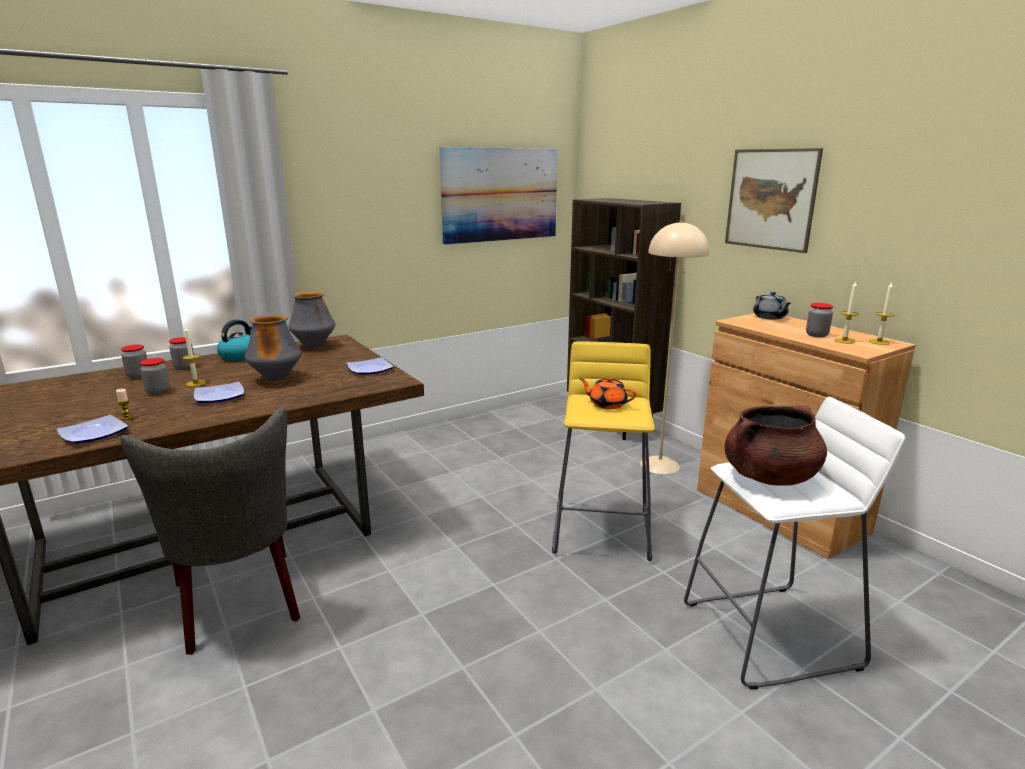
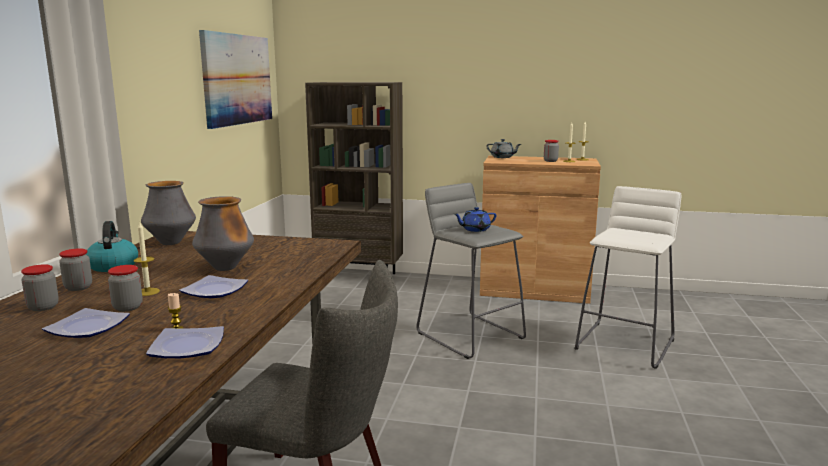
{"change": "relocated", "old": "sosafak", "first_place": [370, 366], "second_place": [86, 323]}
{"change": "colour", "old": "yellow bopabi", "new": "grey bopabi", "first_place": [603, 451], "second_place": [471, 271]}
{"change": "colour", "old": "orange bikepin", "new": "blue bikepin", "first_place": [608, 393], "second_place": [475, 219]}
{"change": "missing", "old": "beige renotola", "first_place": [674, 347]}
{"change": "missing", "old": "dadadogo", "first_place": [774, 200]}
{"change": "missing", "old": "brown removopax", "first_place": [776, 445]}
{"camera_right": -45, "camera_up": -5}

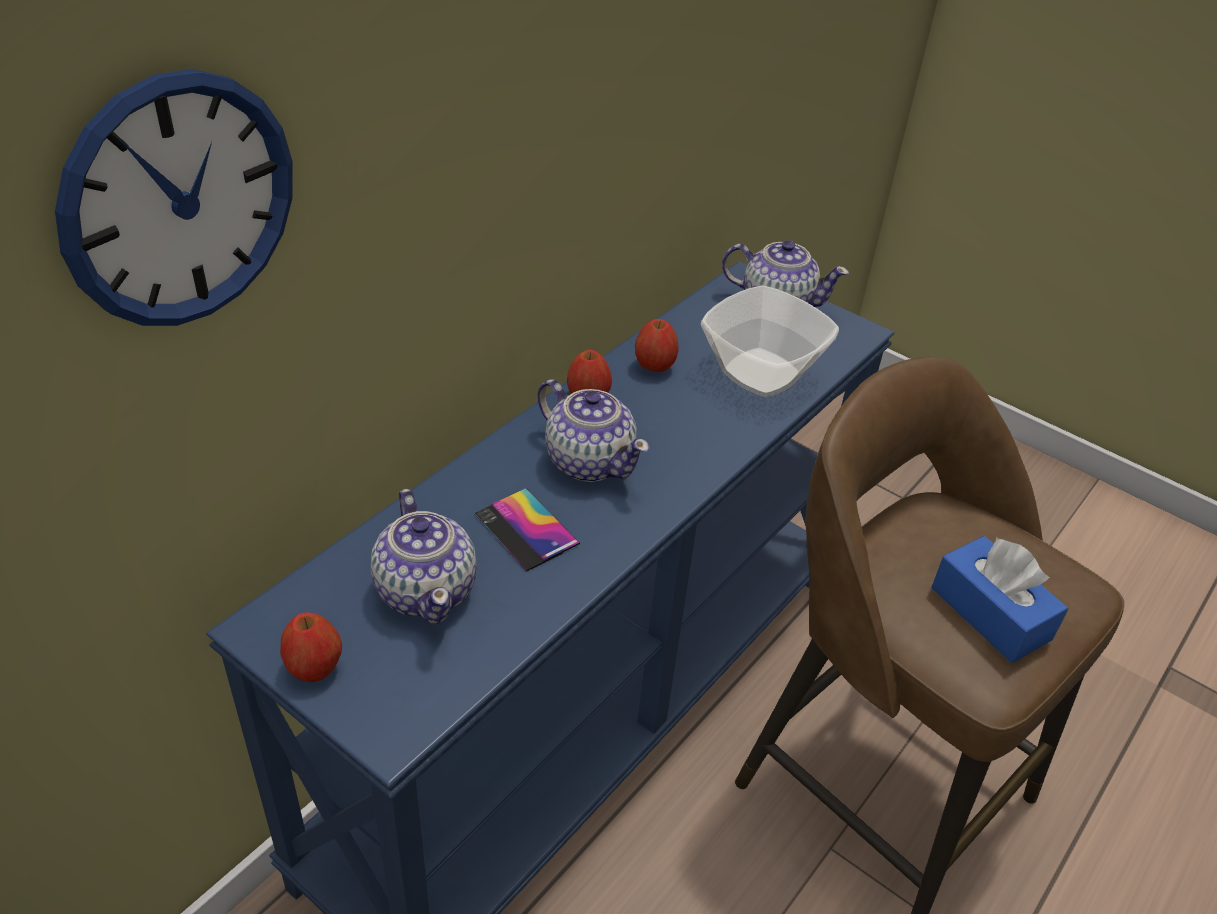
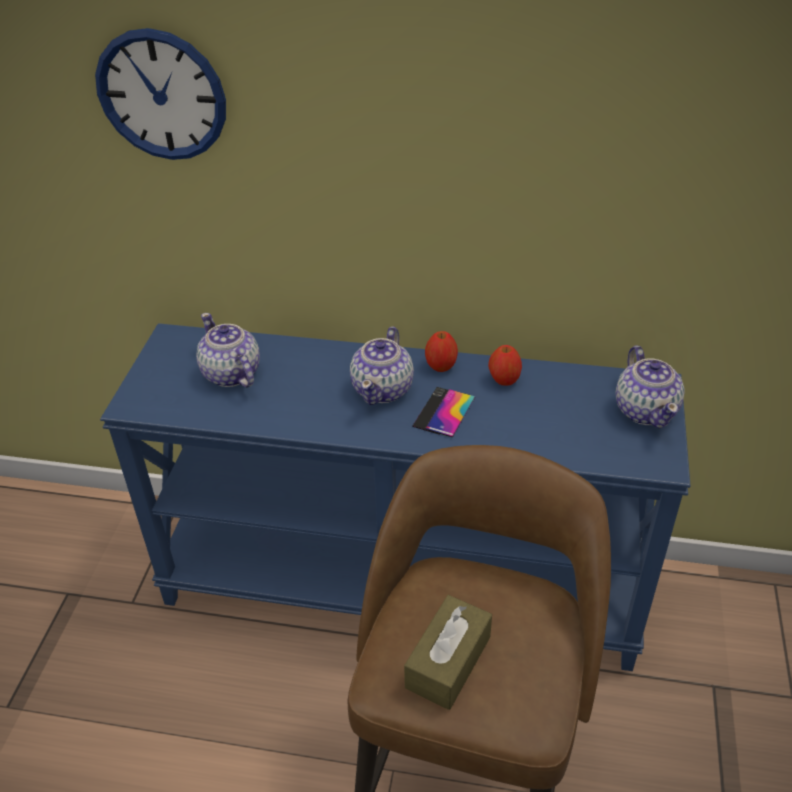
{"change": "spun", "old": "bikepin", "first_place": [424, 556], "second_place": [228, 350], "degrees": 105}
{"change": "colour", "old": "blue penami", "new": "brown penami", "first_place": [1000, 599], "second_place": [448, 652]}
{"change": "relocated", "old": "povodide", "first_place": [527, 530], "second_place": [443, 412]}
{"change": "missing", "old": "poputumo", "first_place": [311, 647]}
{"change": "missing", "old": "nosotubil", "first_place": [770, 341]}
{"camera_right": 65, "camera_up": 0}

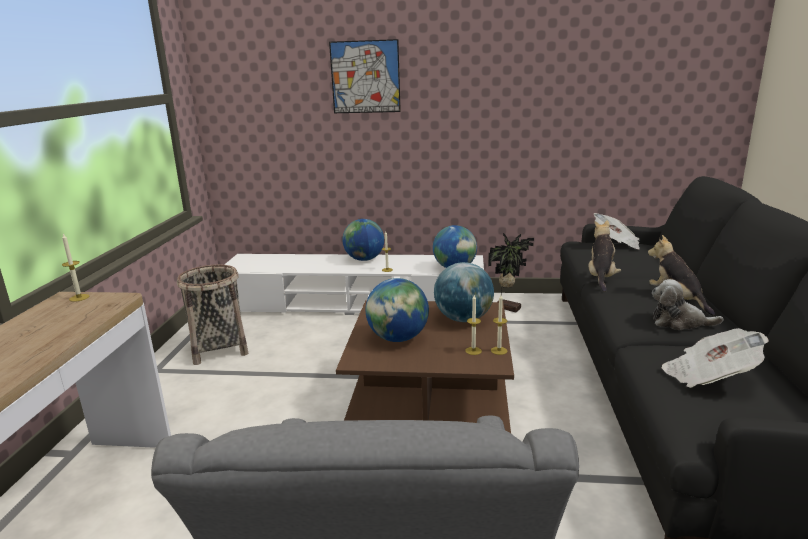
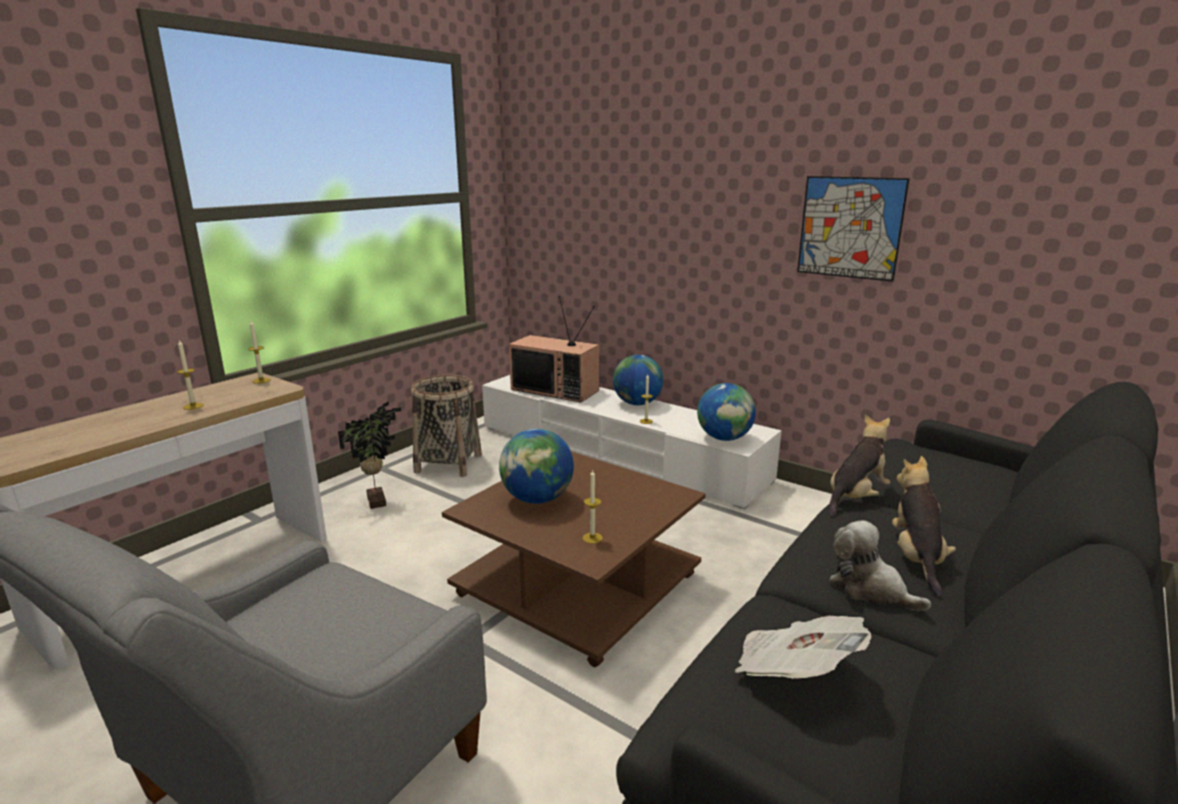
{"change": "relocated", "old": "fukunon", "first_place": [499, 325], "second_place": [190, 375]}
{"change": "relocated", "old": "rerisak", "first_place": [511, 272], "second_place": [369, 455]}
{"change": "appeared", "new": "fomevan", "second_place": [554, 349]}
{"change": "relocated", "old": "dadadogo", "first_place": [365, 76], "second_place": [853, 229]}
{"change": "missing", "old": "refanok", "first_place": [464, 292]}
{"change": "missing", "old": "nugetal", "first_place": [617, 231]}
{"camera_right": 30, "camera_up": 0}

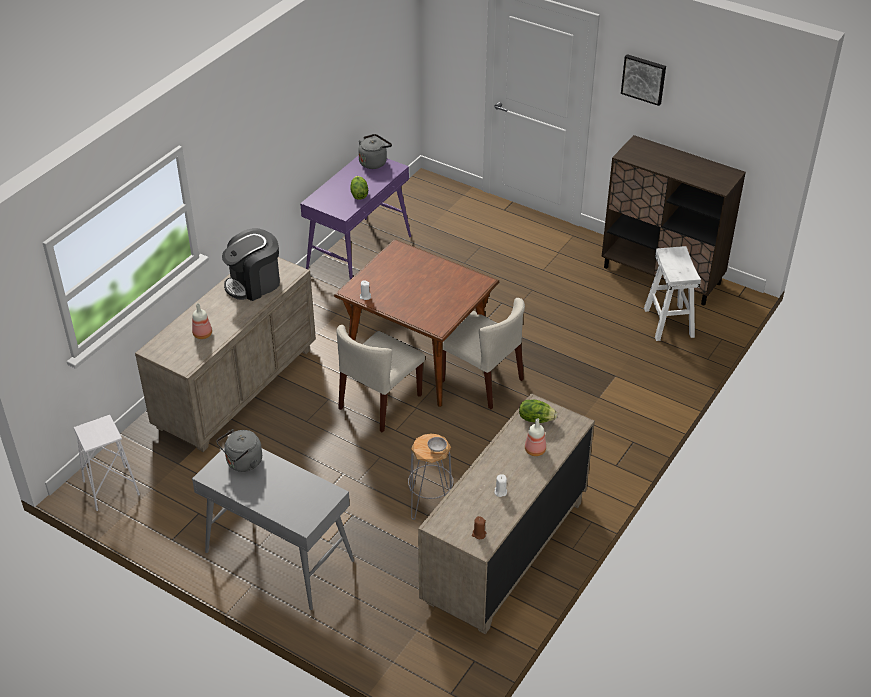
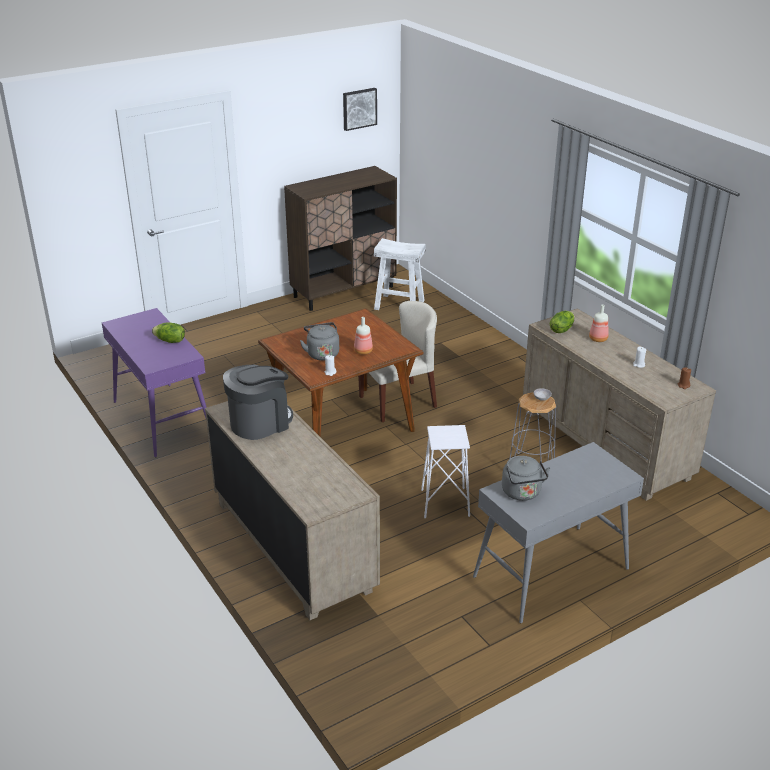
{"change": "spun", "old": "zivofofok", "first_place": [251, 264], "second_place": [258, 402], "degrees": -120}
{"change": "relocated", "old": "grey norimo", "first_place": [375, 151], "second_place": [319, 341]}
{"change": "relocated", "old": "dadadogo", "first_place": [643, 80], "second_place": [360, 109]}
{"change": "relocated", "old": "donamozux", "first_place": [202, 321], "second_place": [363, 336]}
{"change": "relocated", "old": "white bopabi", "first_place": [107, 463], "second_place": [445, 471]}
{"change": "missing", "old": "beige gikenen", "first_place": [381, 379]}
{"camera_right": -65, "camera_up": -10}

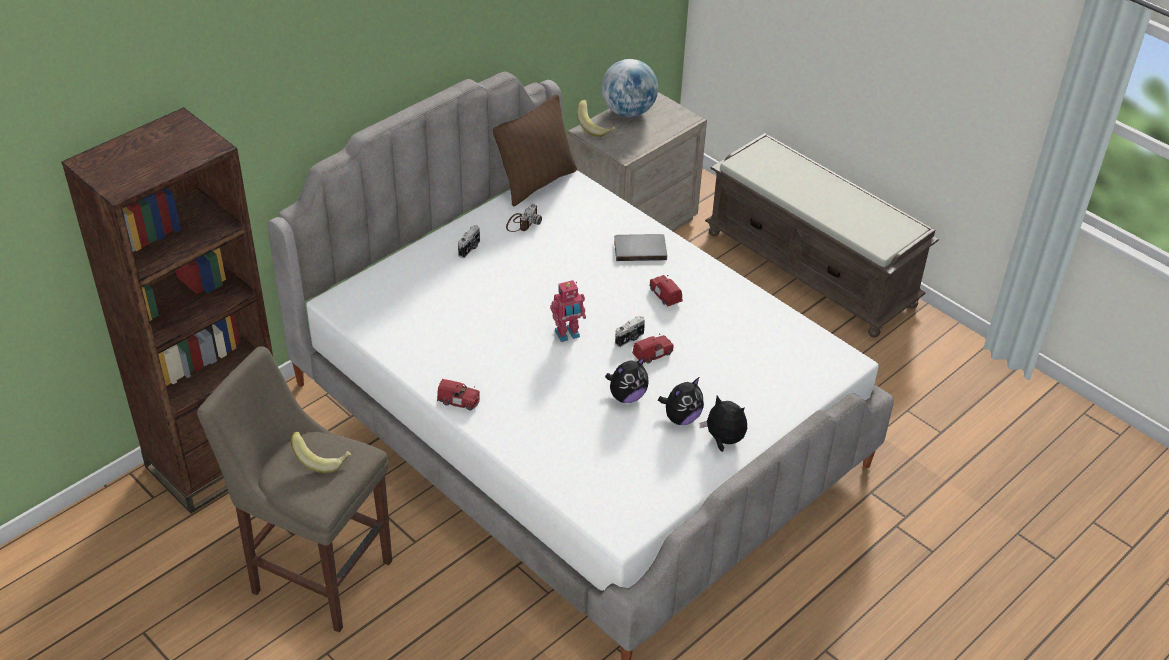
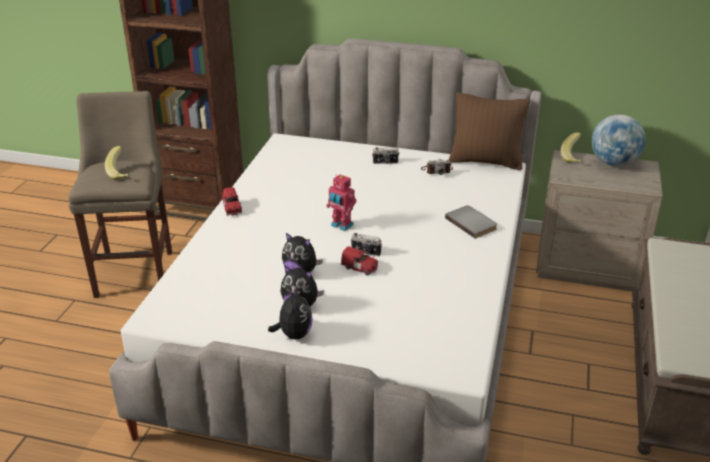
{"change": "missing", "old": "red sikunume", "first_place": [666, 291]}
{"camera_right": 60, "camera_up": -10}

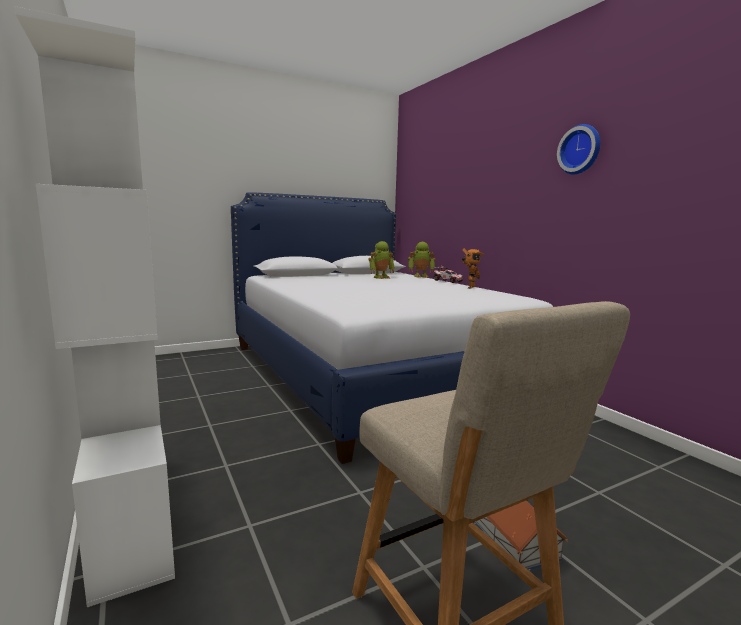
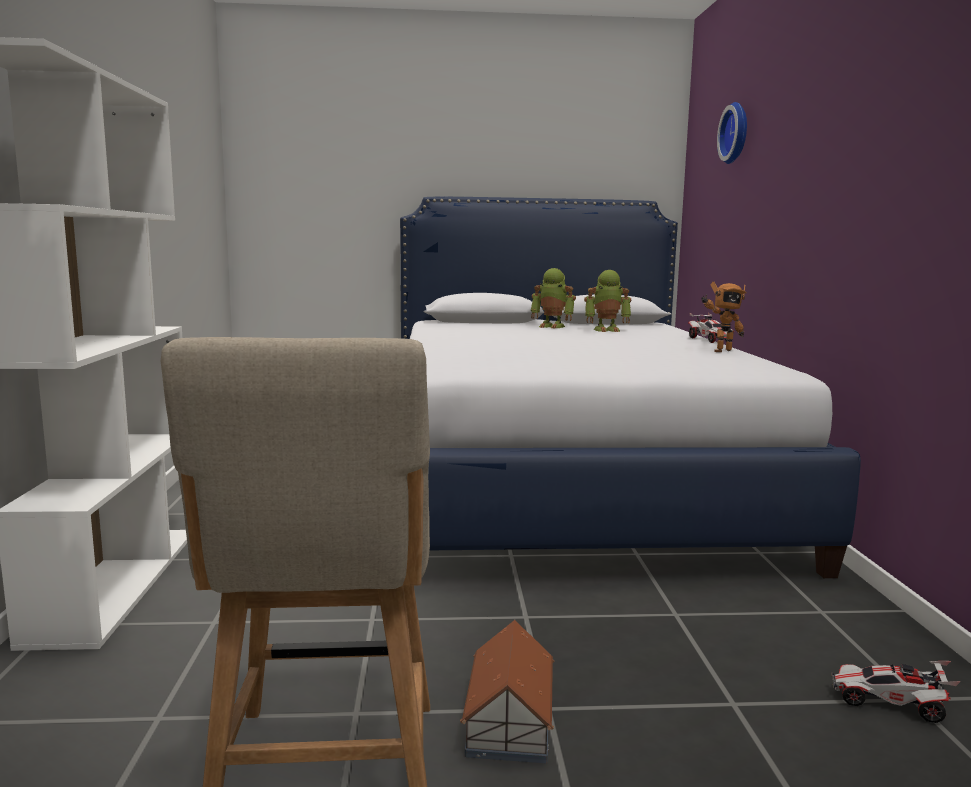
{"change": "relocated", "old": "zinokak", "first_place": [421, 260], "second_place": [553, 298]}
{"change": "relocated", "old": "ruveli", "first_place": [578, 149], "second_place": [732, 133]}
{"change": "appeared", "new": "sikunume", "second_place": [895, 692]}
{"camera_right": 25, "camera_up": 0}

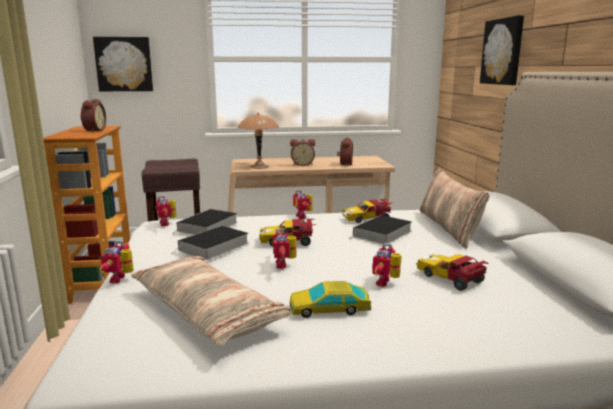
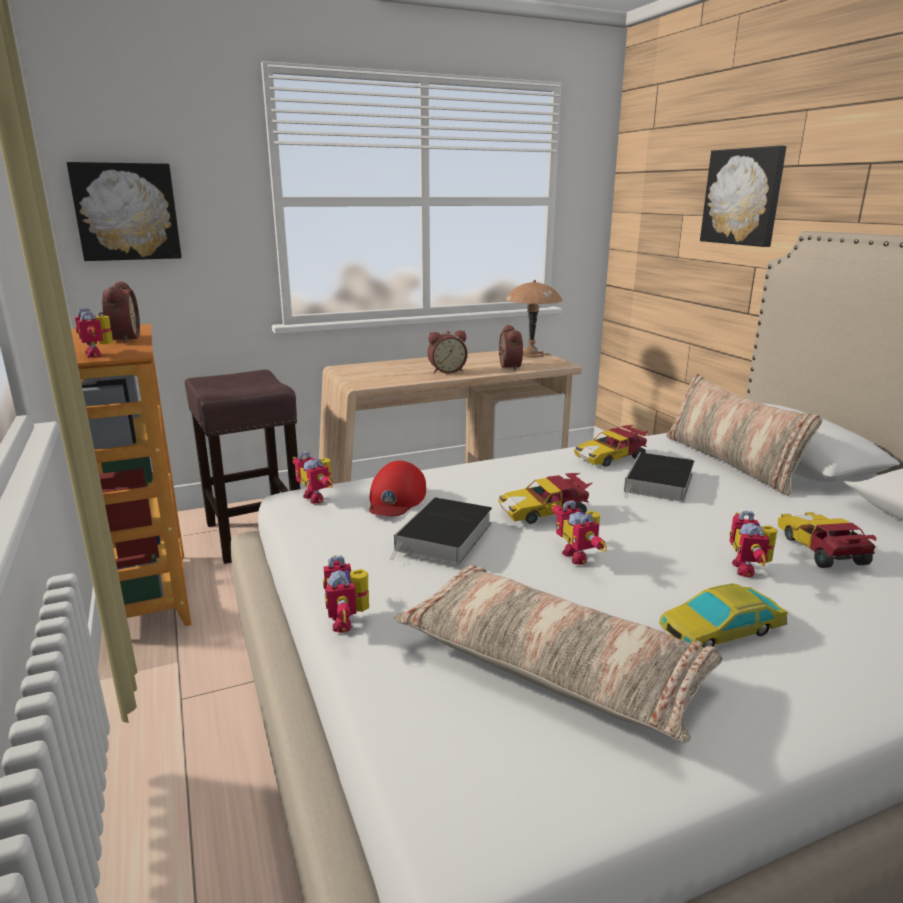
{"change": "relocated", "old": "zinokak", "first_place": [302, 204], "second_place": [94, 333]}
{"change": "exchanged", "old": "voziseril", "new": "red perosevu", "first_place": [206, 222], "second_place": [397, 488]}
{"change": "relocated", "old": "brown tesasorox", "first_place": [258, 141], "second_place": [534, 318]}
{"change": "spun", "old": "sikunume", "first_place": [452, 272], "second_place": [827, 540], "degrees": 45}
{"camera_right": -15, "camera_up": 5}

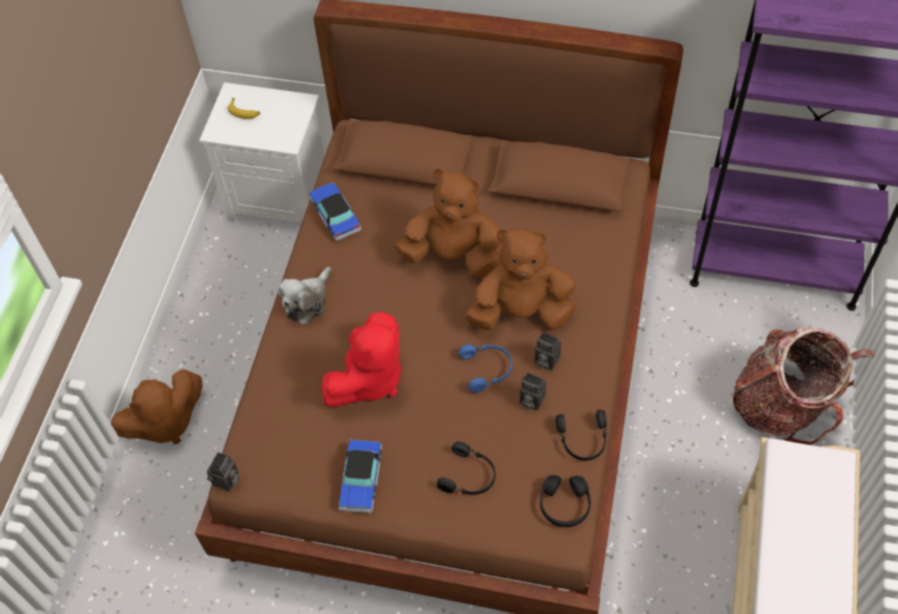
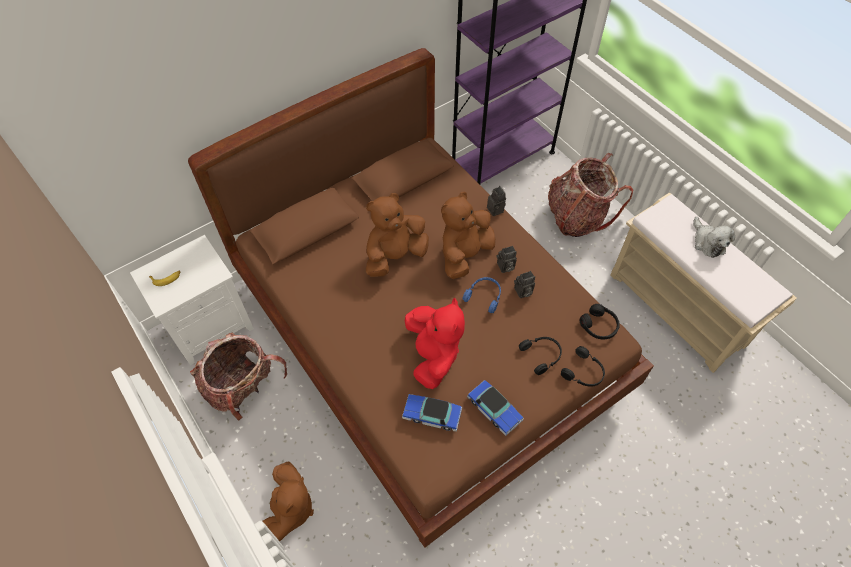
{"change": "appeared", "new": "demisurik", "second_place": [238, 377]}
{"change": "relocated", "old": "sikunume", "first_place": [335, 211], "second_place": [432, 413]}
{"change": "relocated", "old": "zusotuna", "first_place": [223, 471], "second_place": [496, 201]}
{"change": "relocated", "old": "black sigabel", "first_place": [581, 435], "second_place": [583, 366]}
{"change": "relocated", "old": "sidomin", "first_place": [304, 296], "second_place": [714, 237]}
{"camera_right": -50, "camera_up": 0}

